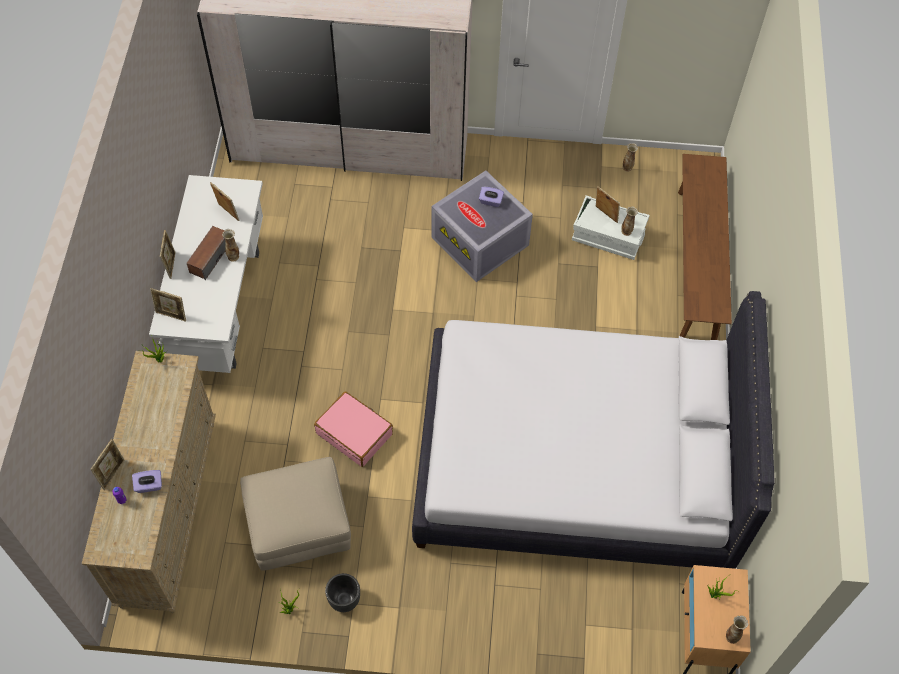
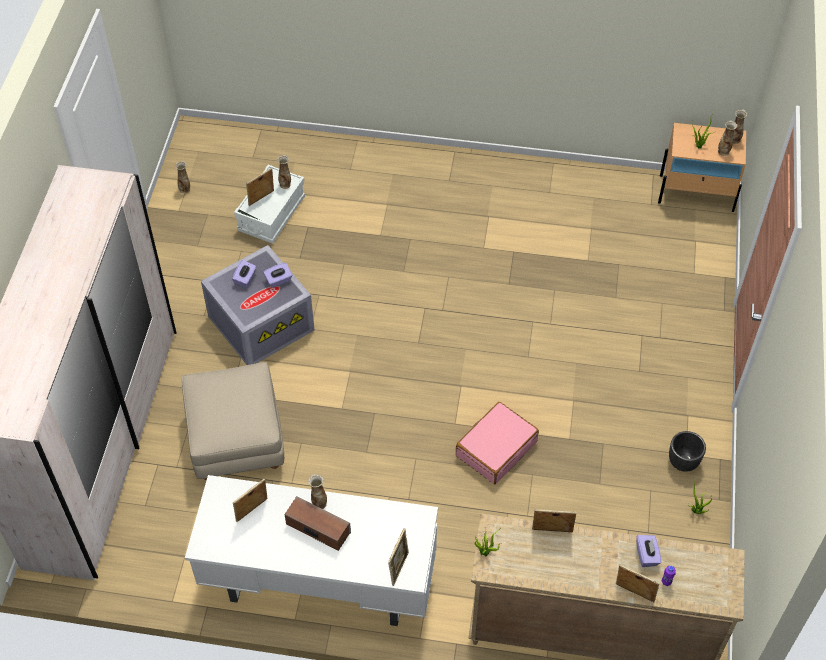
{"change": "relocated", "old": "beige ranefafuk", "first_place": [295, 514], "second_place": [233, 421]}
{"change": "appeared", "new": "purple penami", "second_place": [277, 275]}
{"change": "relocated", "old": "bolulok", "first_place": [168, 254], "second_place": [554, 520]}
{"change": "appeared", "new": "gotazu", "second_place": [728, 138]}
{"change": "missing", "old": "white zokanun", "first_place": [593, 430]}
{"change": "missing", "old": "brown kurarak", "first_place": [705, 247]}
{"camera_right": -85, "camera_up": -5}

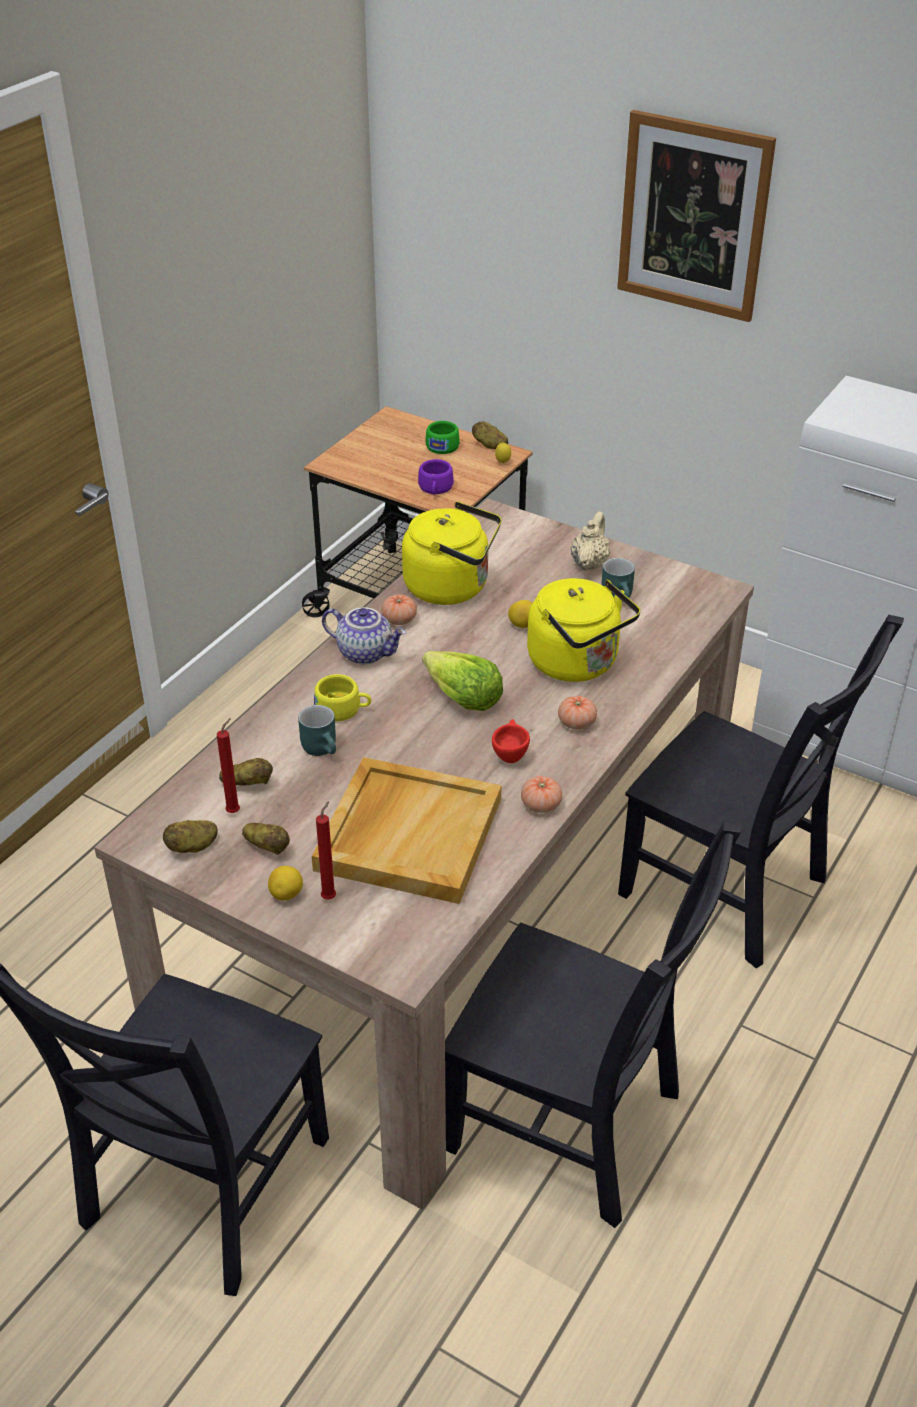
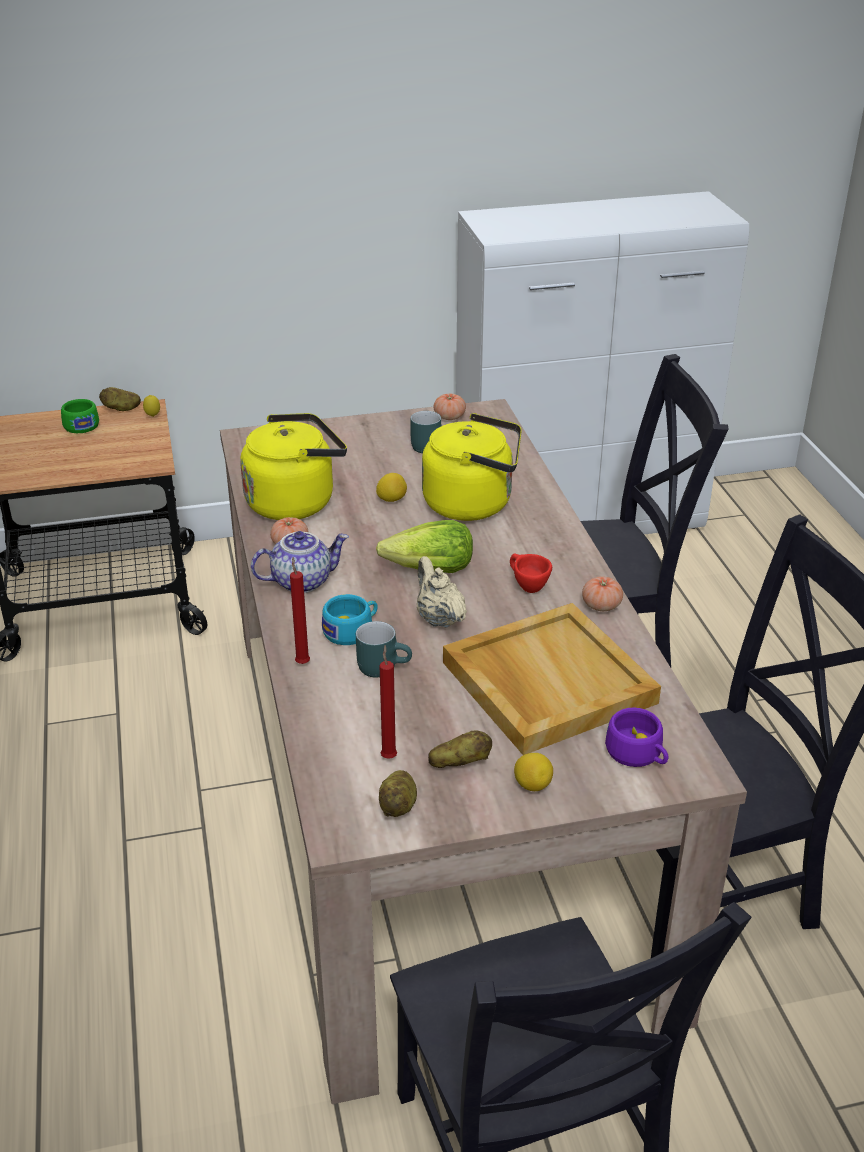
{"change": "relocated", "old": "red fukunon", "first_place": [326, 850], "second_place": [300, 610]}
{"change": "colour", "old": "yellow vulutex", "new": "turquoise vulutex", "first_place": [342, 698], "second_place": [350, 619]}
{"change": "relocated", "old": "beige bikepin", "first_place": [590, 541], "second_place": [442, 592]}
{"change": "relocated", "old": "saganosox", "first_place": [577, 713], "second_place": [449, 406]}
{"change": "relocated", "old": "purple vulutex", "first_place": [436, 477], "second_place": [636, 737]}
{"change": "missing", "old": "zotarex", "first_place": [246, 772]}
{"change": "missing", "old": "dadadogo", "first_place": [696, 216]}
{"camera_right": -45, "camera_up": -5}

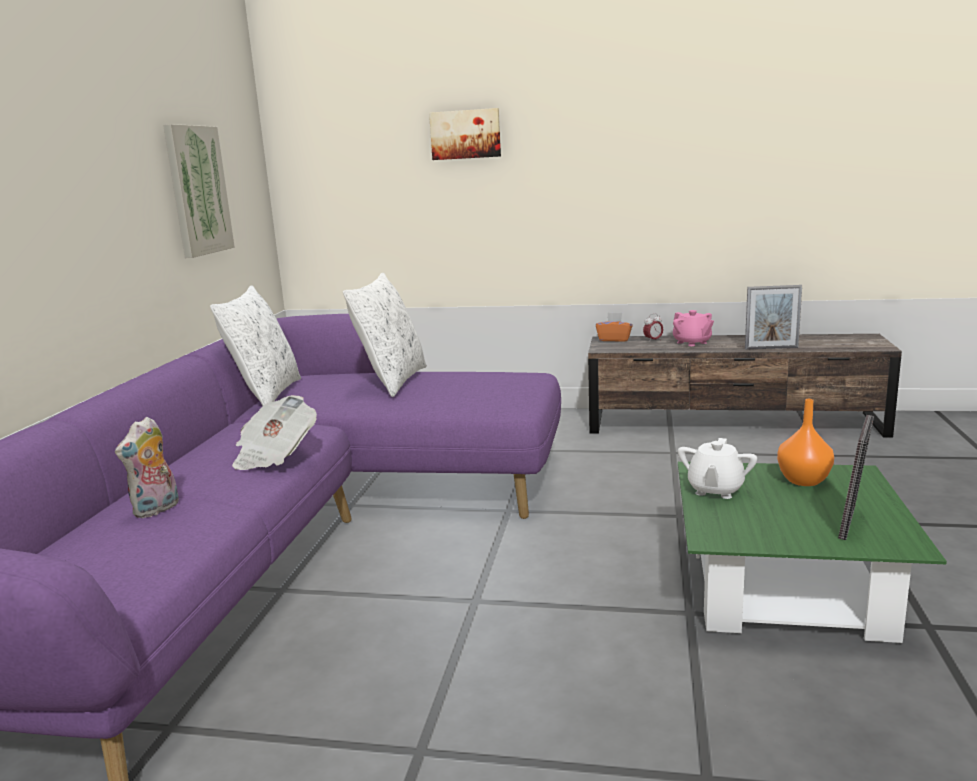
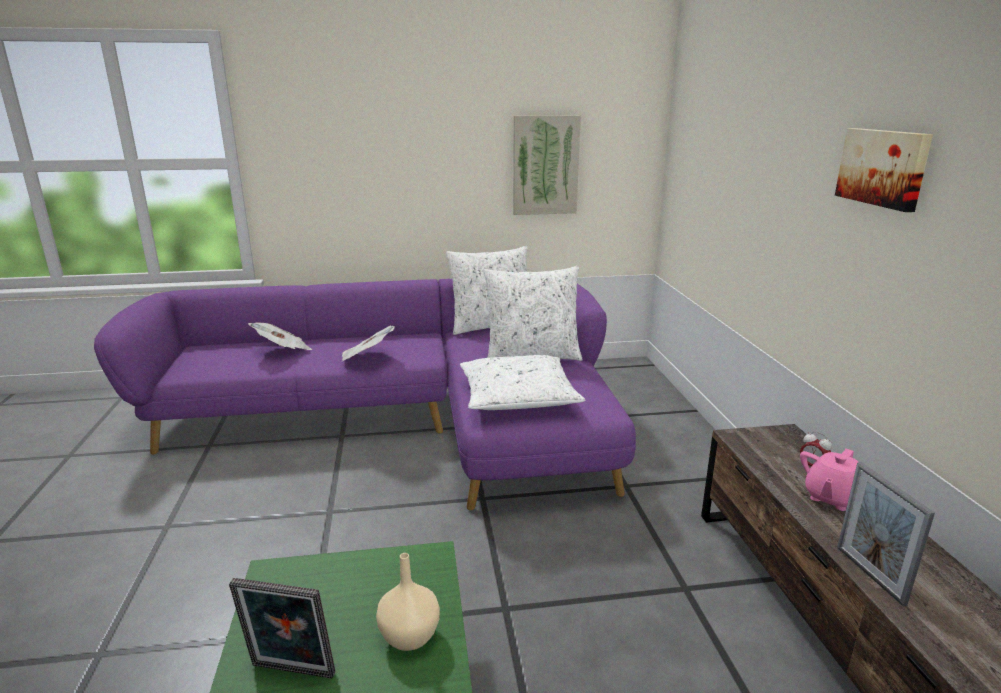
{"change": "exchanged", "old": "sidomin", "new": "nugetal", "first_place": [147, 467], "second_place": [280, 336]}
{"change": "colour", "old": "orange gotazu", "new": "beige gotazu", "first_place": [805, 442], "second_place": [408, 602]}
{"change": "appeared", "new": "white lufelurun", "second_place": [522, 382]}
{"change": "relocated", "old": "dadadogo", "first_place": [465, 134], "second_place": [884, 170]}
{"change": "missing", "old": "orange penami", "first_place": [614, 327]}
{"change": "missing", "old": "white bikepin", "first_place": [717, 468]}
{"camera_right": 70, "camera_up": 5}

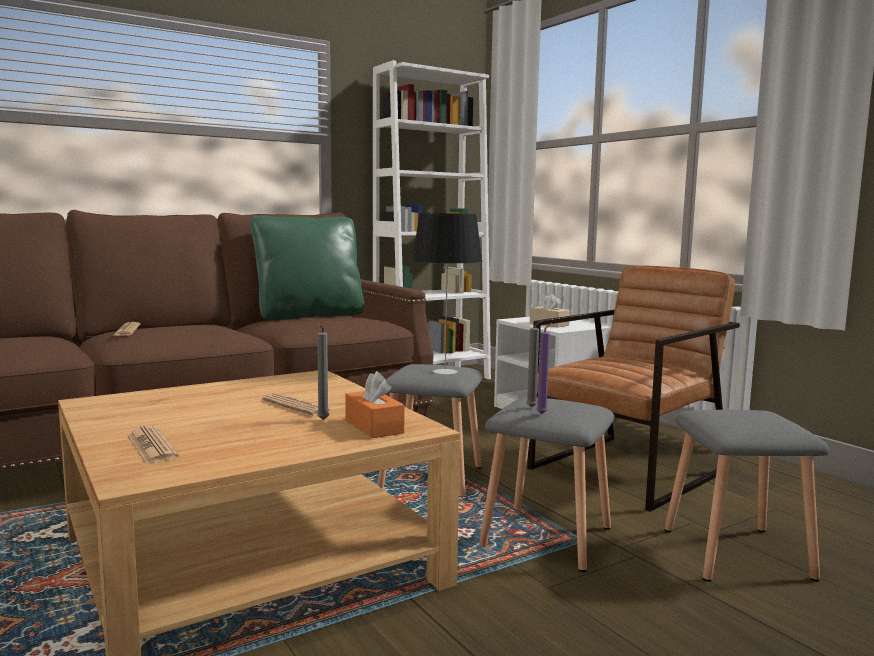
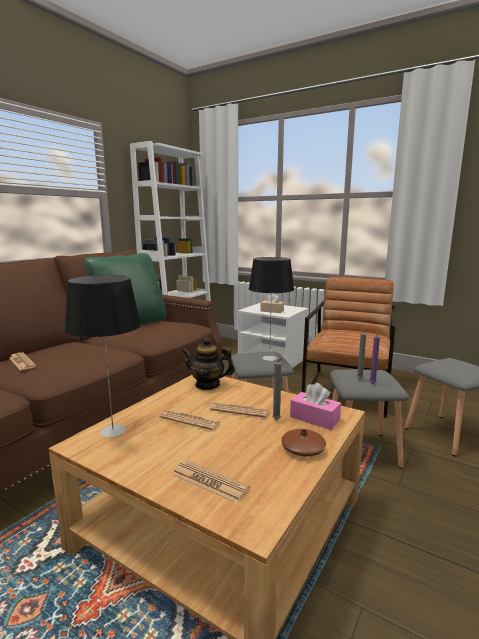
{"change": "appeared", "new": "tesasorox", "second_place": [103, 356]}
{"change": "appeared", "new": "nugetal", "second_place": [190, 420]}
{"change": "appeared", "new": "bikepin", "second_place": [208, 363]}
{"change": "appeared", "new": "brown gotazu", "second_place": [303, 442]}
{"change": "colour", "old": "orange penami", "new": "pink penami", "first_place": [375, 404], "second_place": [315, 406]}
{"camera_right": -25, "camera_up": 5}

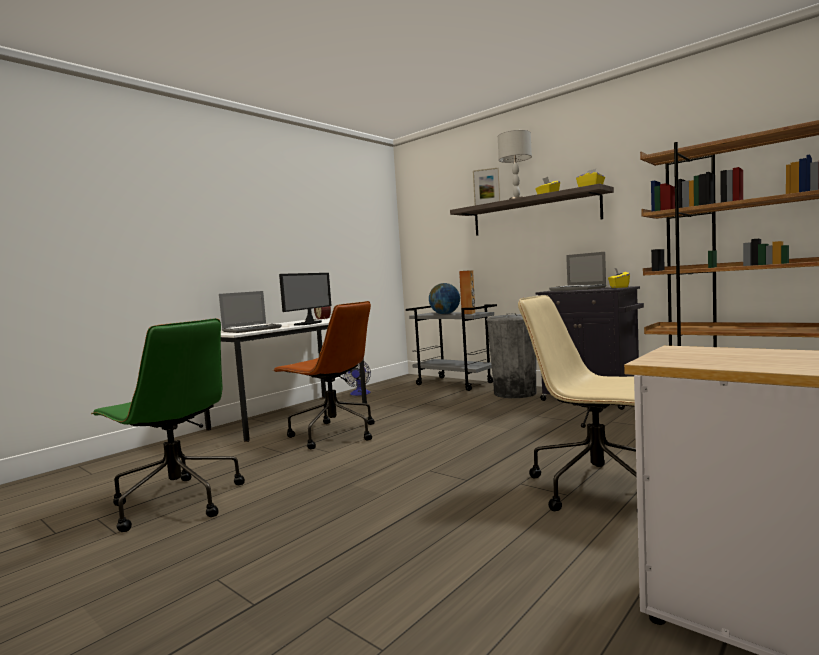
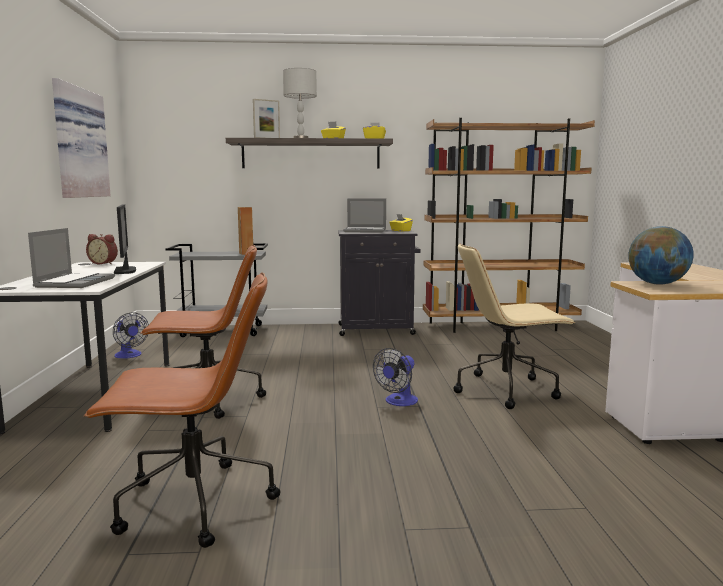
{"change": "appeared", "new": "dadadogo", "second_place": [81, 138]}
{"change": "colour", "old": "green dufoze", "new": "brown dufoze", "first_place": [168, 425], "second_place": [182, 410]}
{"change": "appeared", "new": "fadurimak", "second_place": [395, 377]}
{"change": "relocated", "old": "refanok", "first_place": [444, 298], "second_place": [661, 255]}
{"change": "missing", "old": "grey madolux", "first_place": [511, 355]}
{"camera_right": -45, "camera_up": 5}

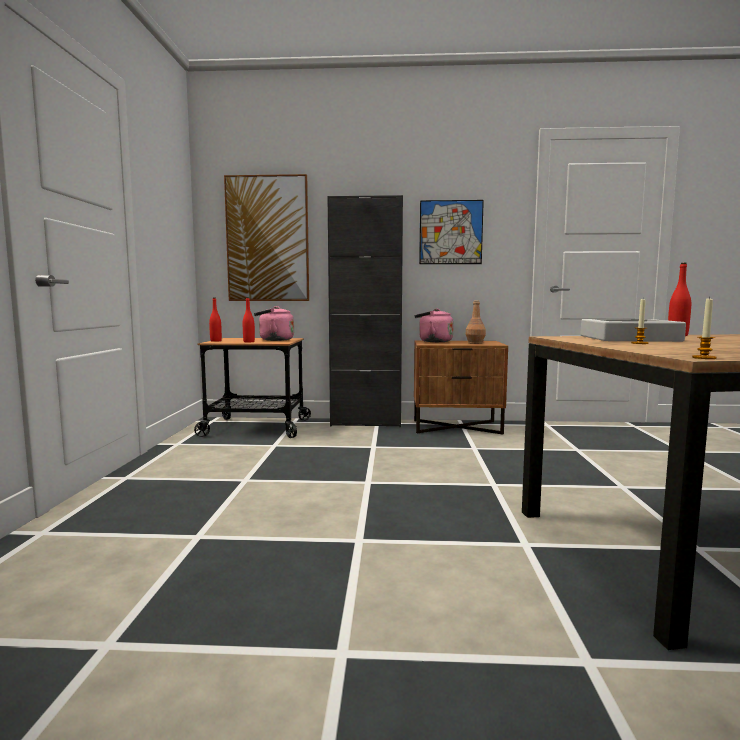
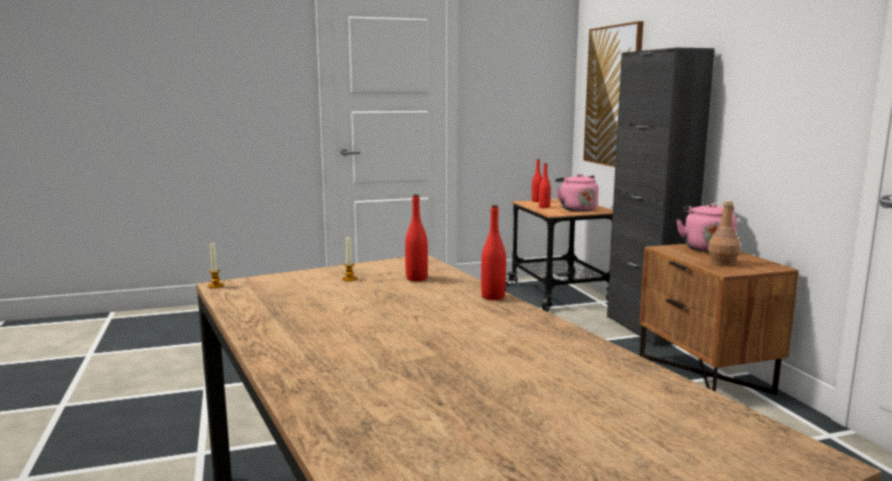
{"change": "exchanged", "old": "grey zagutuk", "new": "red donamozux", "first_place": [633, 330], "second_place": [416, 237]}
{"change": "missing", "old": "dadadogo", "first_place": [451, 232]}
{"camera_right": 70, "camera_up": 5}

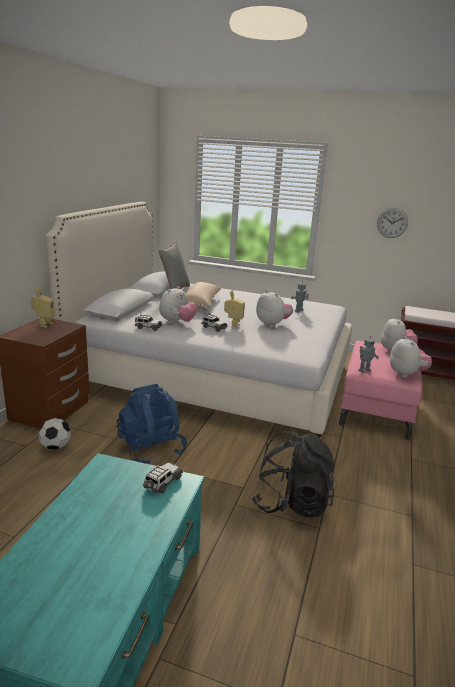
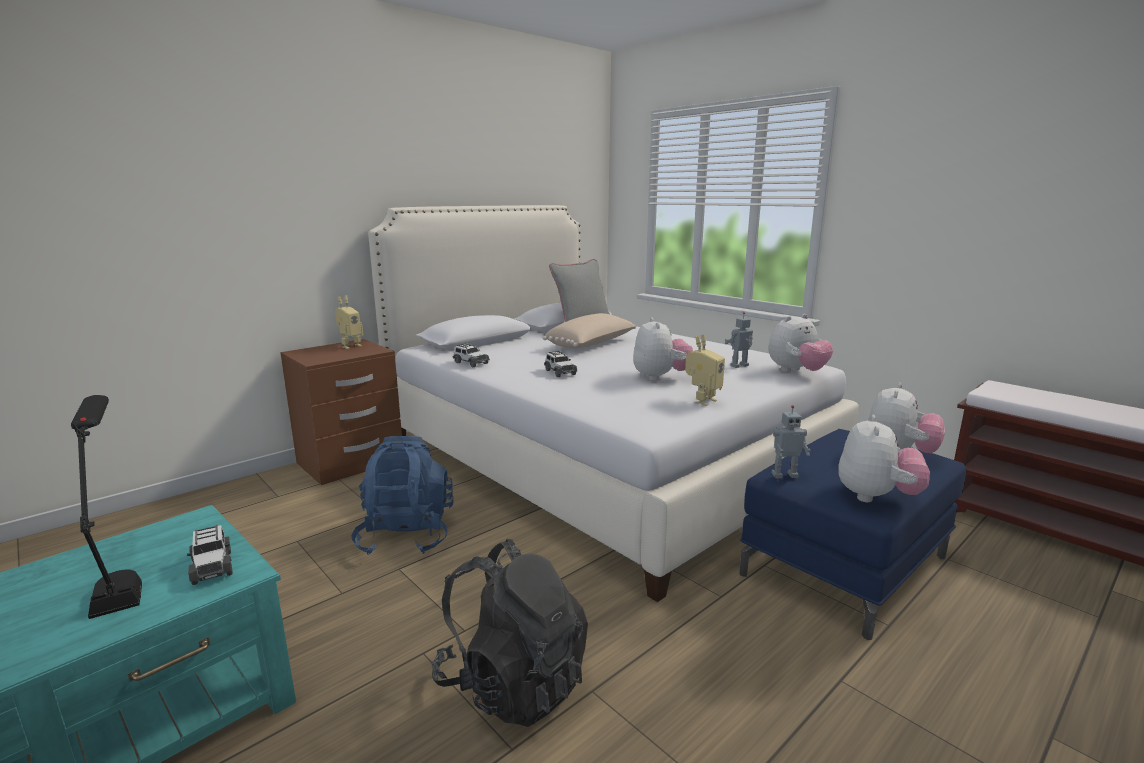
{"change": "appeared", "new": "black tesasorox", "second_place": [106, 507]}
{"change": "spun", "old": "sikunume", "first_place": [163, 478], "second_place": [210, 555], "degrees": 90}
{"change": "relocated", "old": "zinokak", "first_place": [234, 309], "second_place": [705, 370]}
{"change": "colour", "old": "pink ranefafuk", "new": "blue ranefafuk", "first_place": [380, 390], "second_place": [852, 534]}
{"change": "relocated", "old": "sidomin", "first_place": [178, 304], "second_place": [801, 343]}
{"change": "missing", "old": "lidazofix", "first_place": [54, 434]}
{"change": "missing", "old": "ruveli", "first_place": [392, 223]}
{"camera_right": 30, "camera_up": -5}

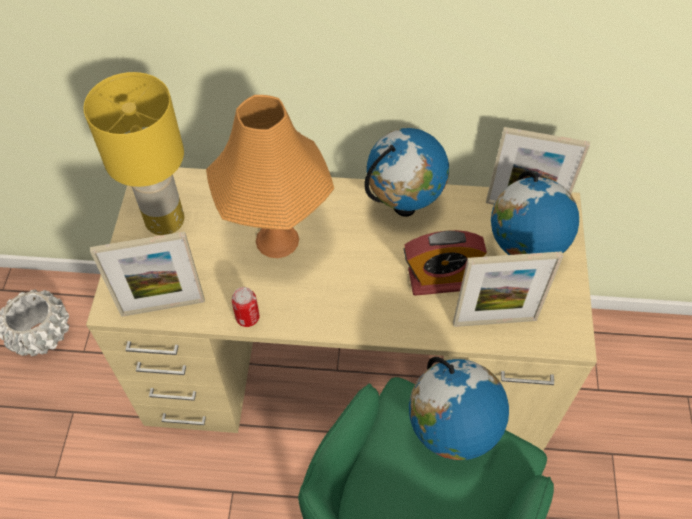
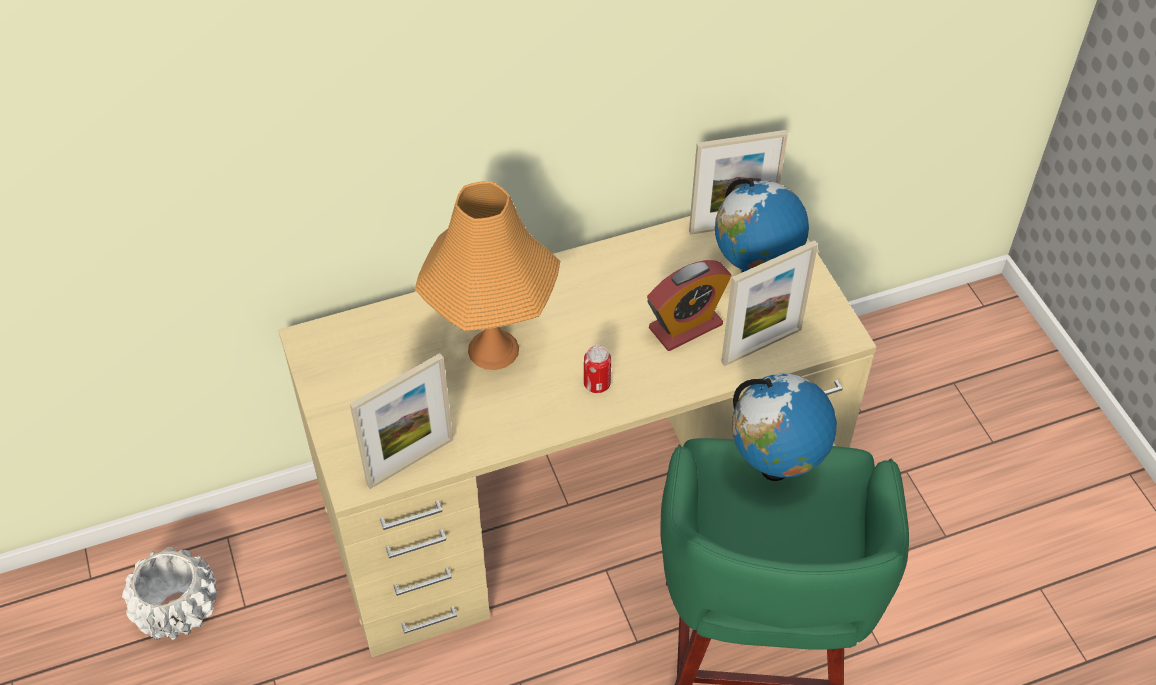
{"change": "relocated", "old": "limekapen", "first_place": [246, 307], "second_place": [597, 369]}
{"change": "missing", "old": "yellow tesasorox", "first_place": [133, 153]}
{"change": "missing", "old": "refanok", "first_place": [406, 172]}
{"camera_right": -25, "camera_up": -5}

